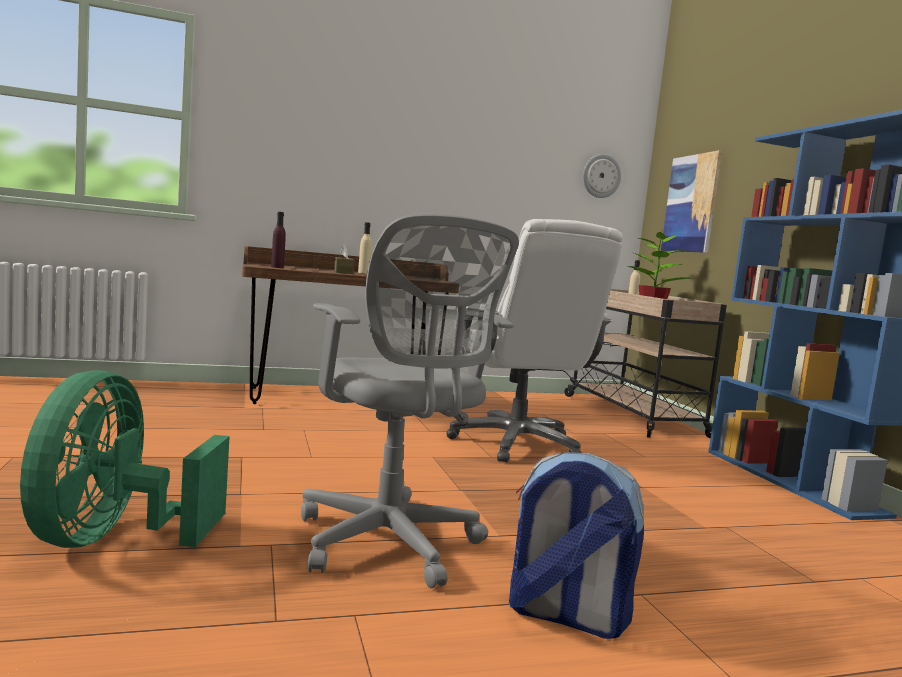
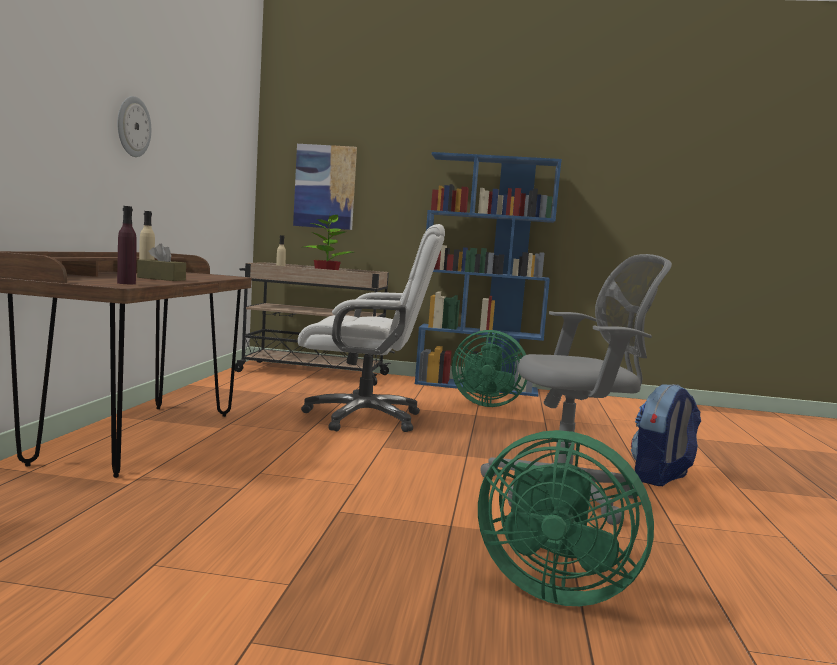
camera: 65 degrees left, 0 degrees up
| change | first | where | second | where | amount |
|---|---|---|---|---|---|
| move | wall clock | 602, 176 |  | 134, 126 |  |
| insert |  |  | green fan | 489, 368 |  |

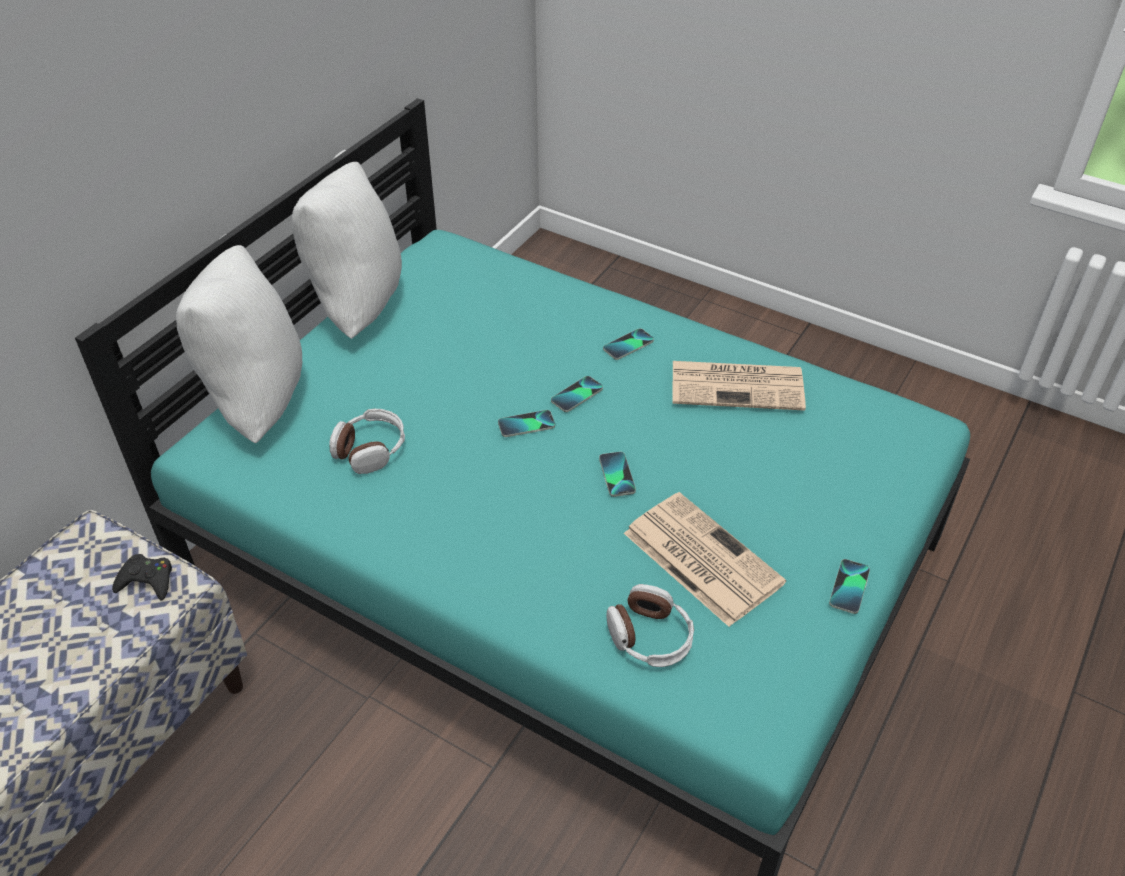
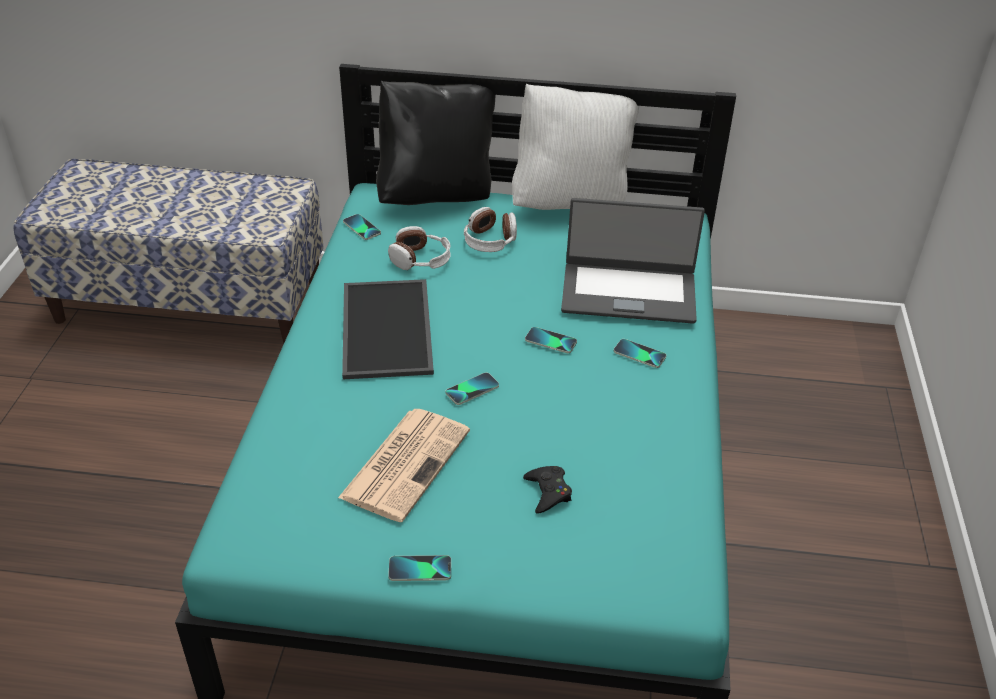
camera: 65 degrees right, 5 degrees down
| change | first | where | second | where | amount |
|---|---|---|---|---|---|
| insert |  |  | tray | 388, 329 |  |
| move | phone | 526, 423 |  | 362, 227 |  |
| recolor | white pillow | 239, 338 | black pillow | 436, 143 |  |
| move | headphones | 650, 625 |  | 490, 229 |  |
| move | black game controller | 142, 577 |  | 547, 489 |  |
| insert |  |  | laptop | 633, 261 |  |
| delete | newspaper | 739, 386 |  |  |  |

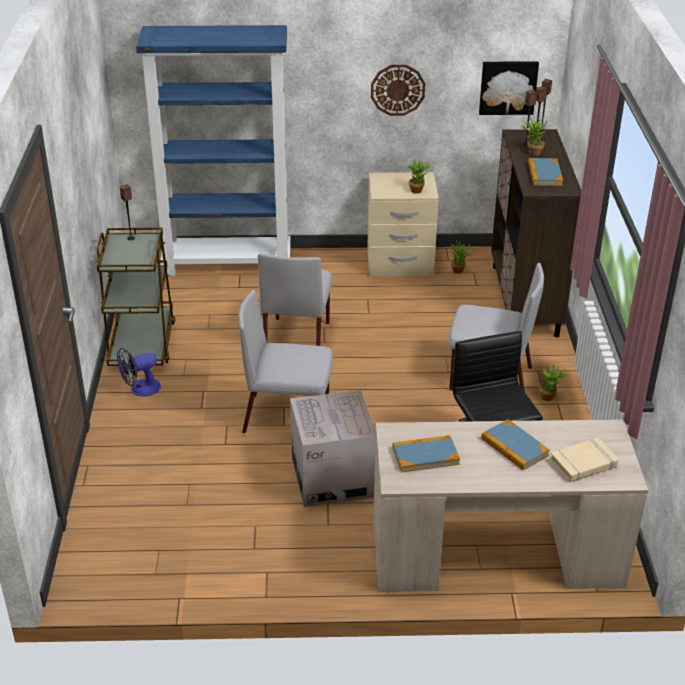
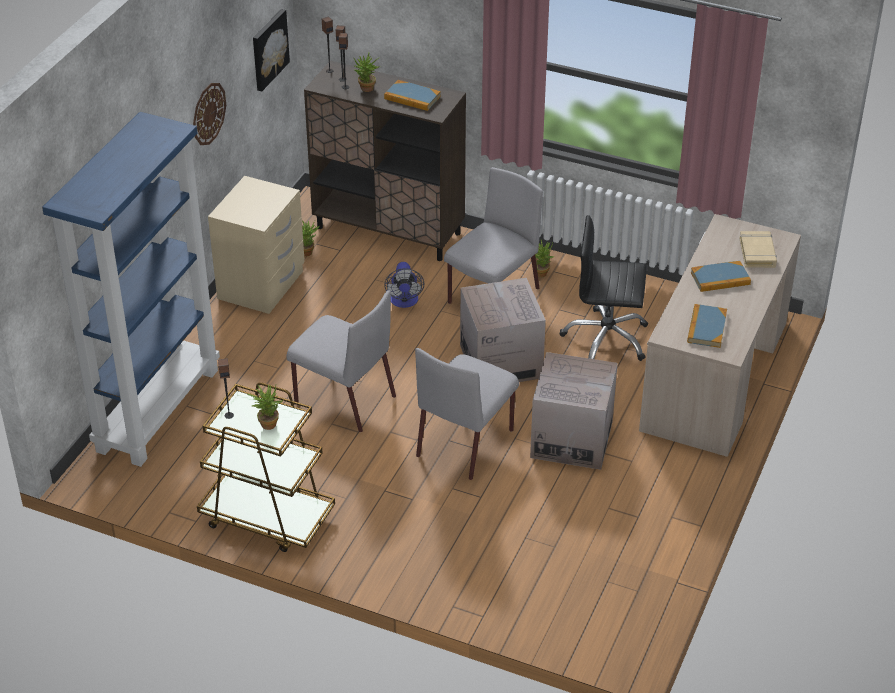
camera: 65 degrees left, 5 degrees up
| change | first | where | second | where | amount |
|---|---|---|---|---|---|
| move | potted plant | 419, 177 |  | 265, 407 |  |
| move | fan | 139, 372 |  | 404, 285 |  |
| insert |  |  | cardboard box | 503, 330 |  |

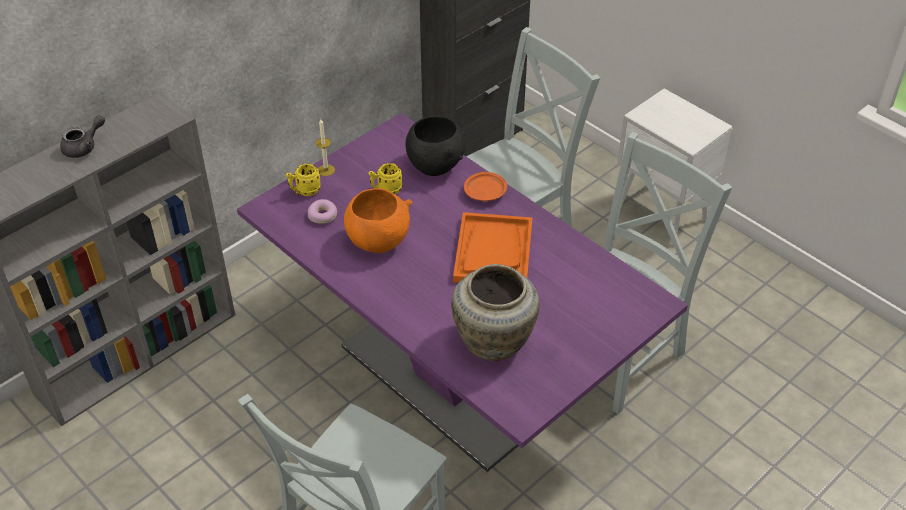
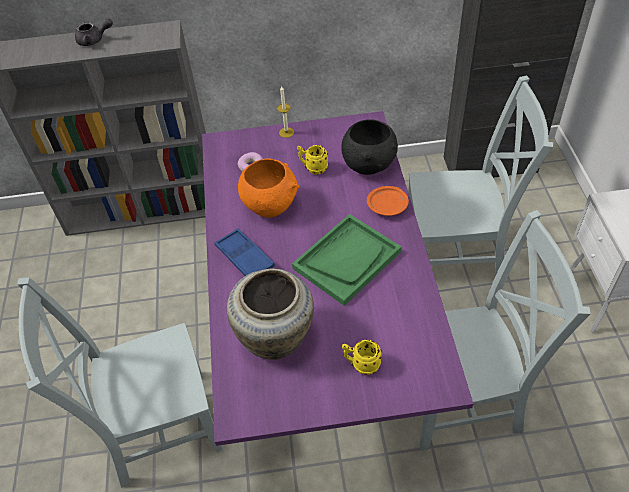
camera: 40 degrees right, 5 degrees up
| change | first | where | second | where | amount |
|---|---|---|---|---|---|
| insert |  |  | blue tray | 244, 252 |  |
| recolor | orange tray | 492, 247 | green tray | 346, 260 |  |
| move | yellow mug | 303, 180 |  | 362, 357 |  |

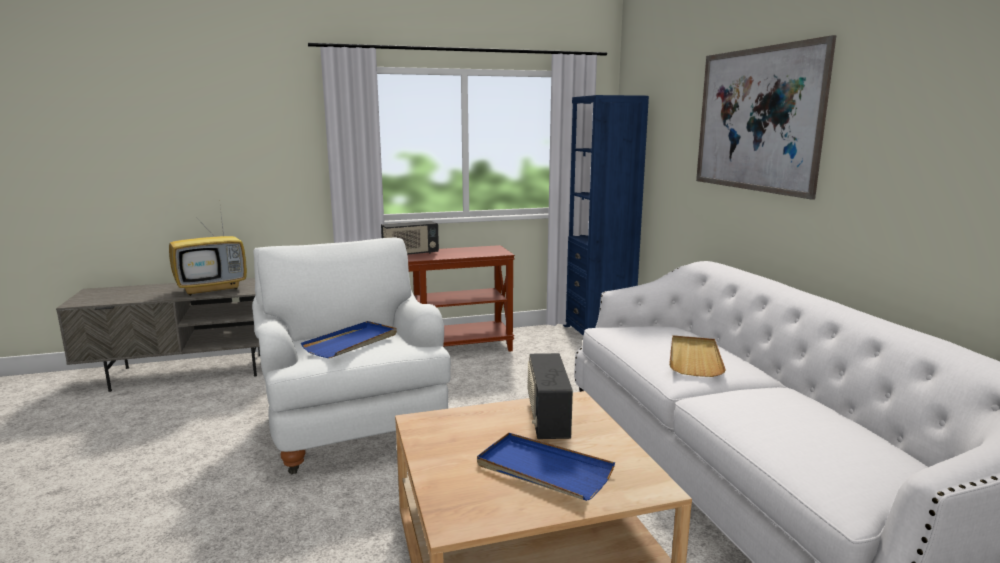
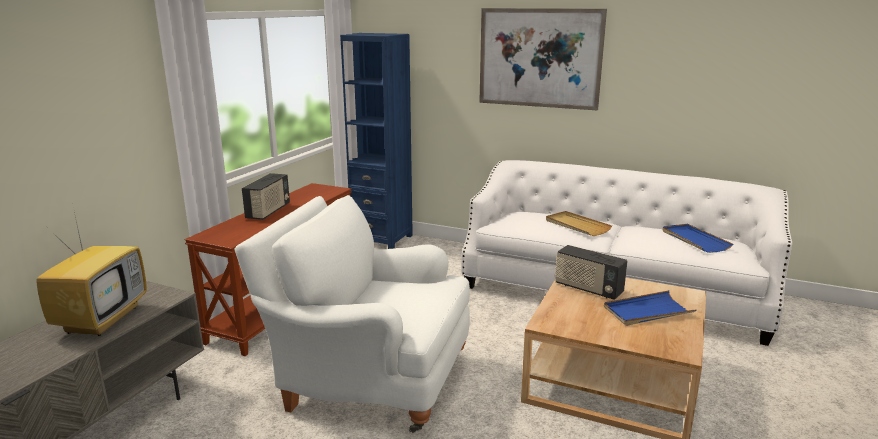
camera: 50 degrees left, 5 degrees up
| change | first | where | second | where | amount |
|---|---|---|---|---|---|
| move | blue tray | 349, 339 |  | 697, 238 |  |

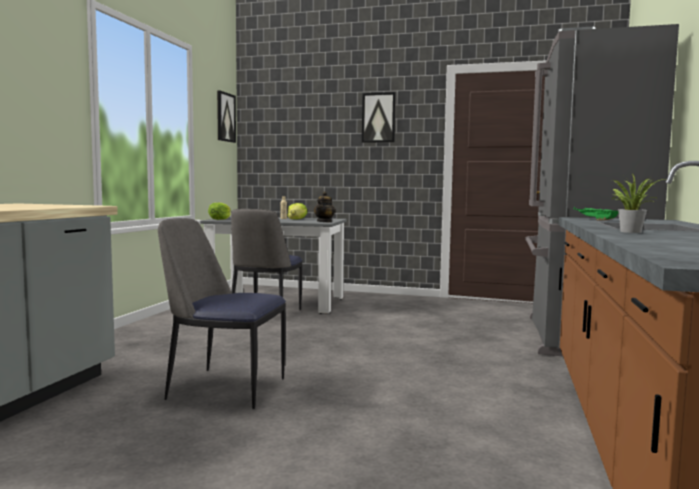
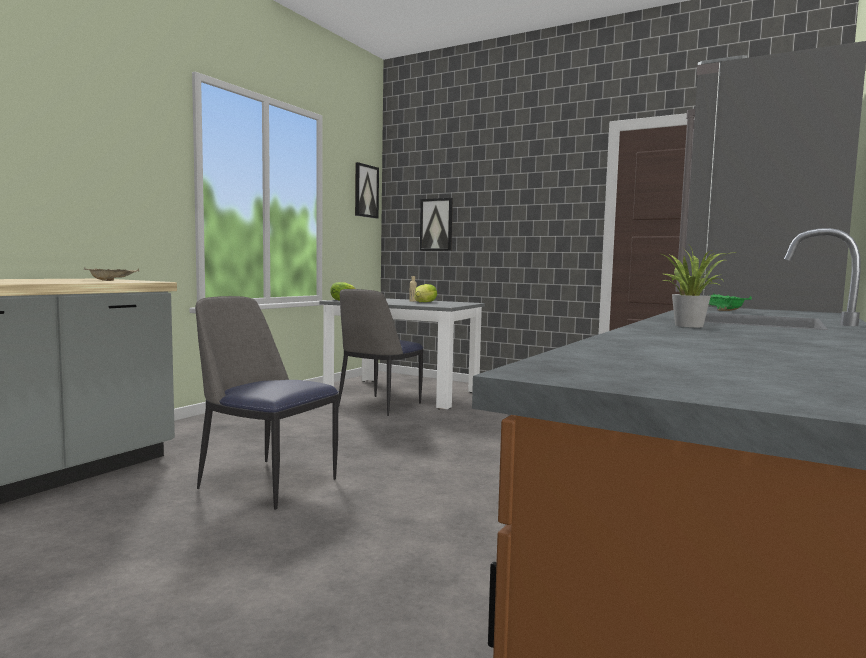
camera: 15 degrees right, 0 degrees up
| change | first | where | second | where | amount |
|---|---|---|---|---|---|
| insert |  |  | beige tray | 111, 274 |  |
| move | picture | 379, 117 |  | 436, 224 |  |
| delete | teapot | 324, 206 |  |  |  |

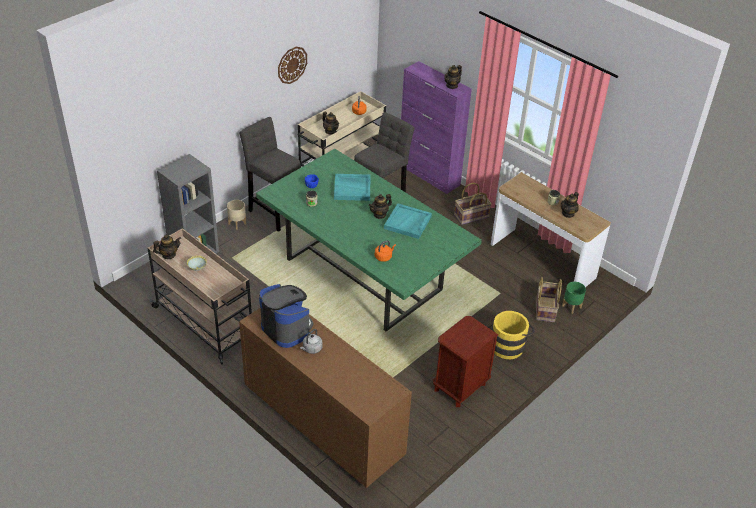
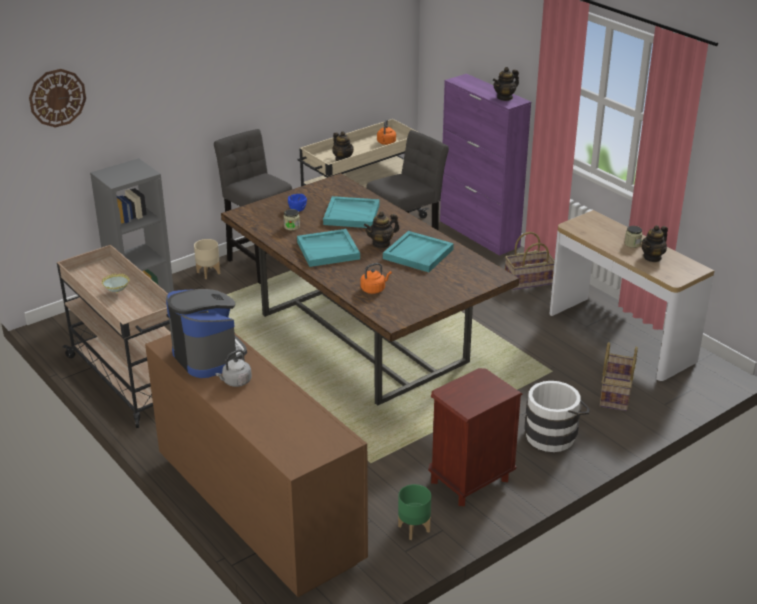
camera: 10 degrees right, 10 degrees down
| change | first | where | second | where | amount |
|---|---|---|---|---|---|
| move | wall clock | 292, 65 |  | 57, 98 |  |
| recolor | green dining table | 369, 240 | brown dining table | 370, 289 |  |
| insert |  |  | turquoise tray | 328, 248 |  |
| move | green planter | 574, 298 |  | 414, 512 |  |
| recolor | yellow bucket | 513, 335 | white bucket | 557, 416 |  |
| delete | teapot | 167, 247 |  |  |  |

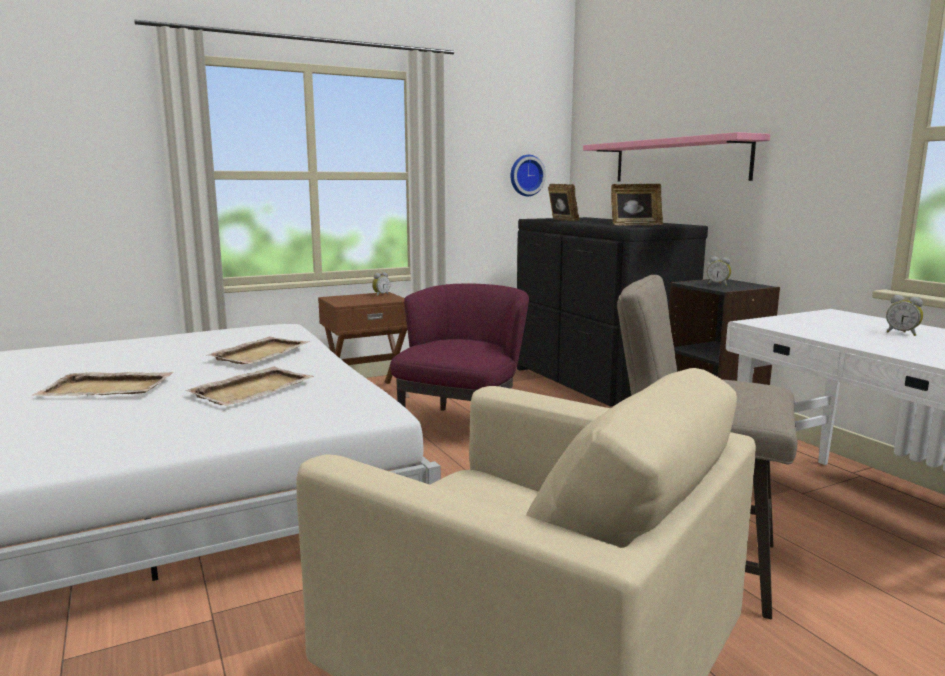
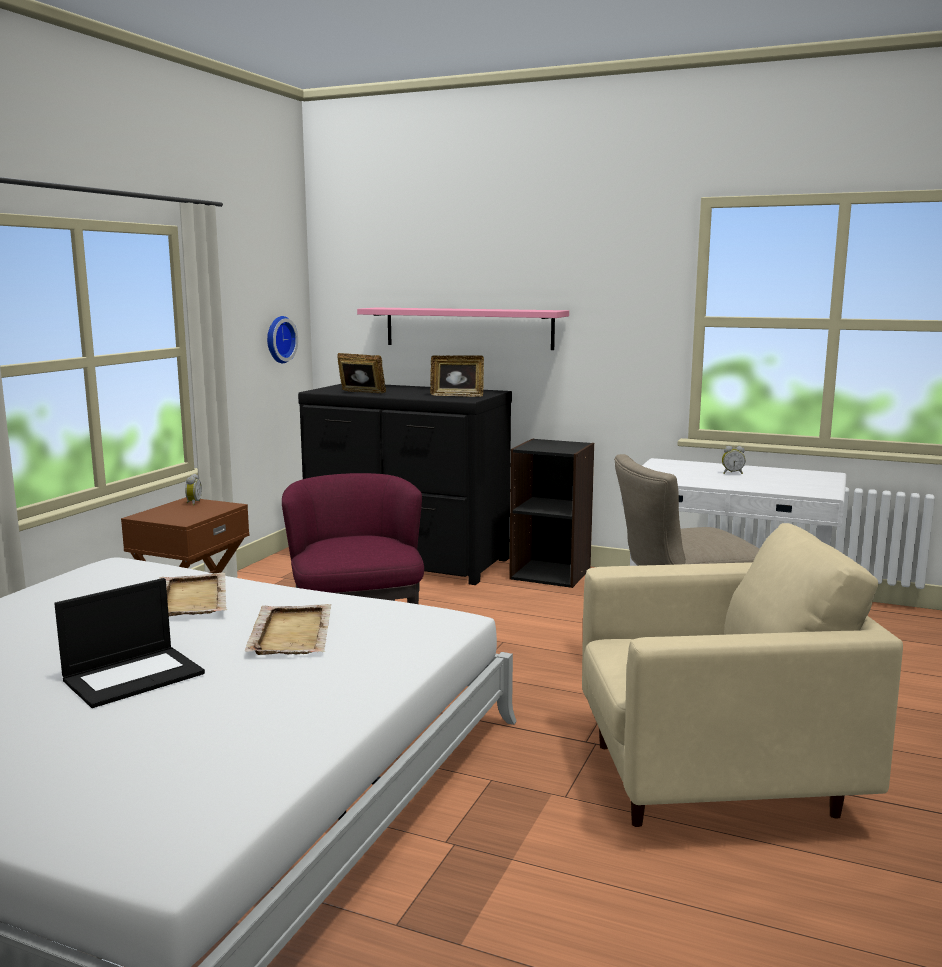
camera: 40 degrees left, 0 degrees up
| change | first | where | second | where | amount |
|---|---|---|---|---|---|
| replace | beige tray | 103, 384 | laptop | 129, 643 |  |
| rotate | picture frame | 637, 205 |  | 457, 376 | 60 degrees clockwise |
| delete | alarm clock | 719, 271 |  |  |  |

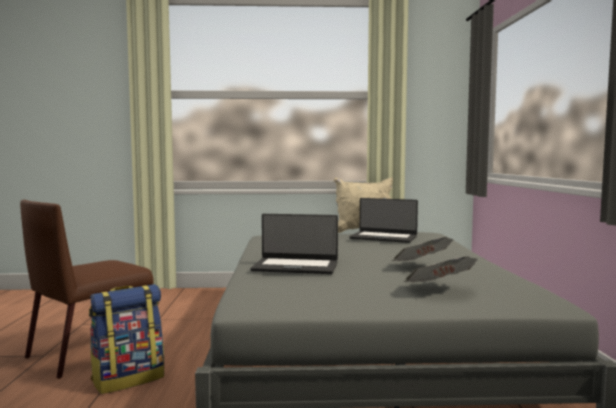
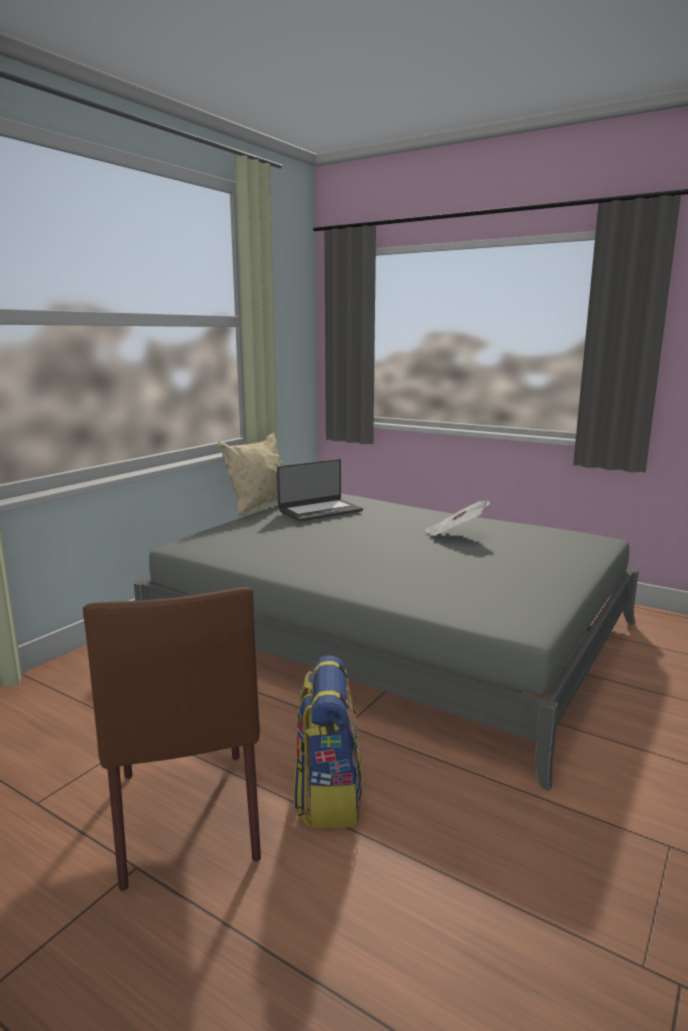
camera: 55 degrees left, 10 degrees up
| change | first | where | second | where | amount |
|---|---|---|---|---|---|
| delete | laptop | 294, 244 |  |  |  |
| delete | newspaper | 441, 269 |  |  |  |

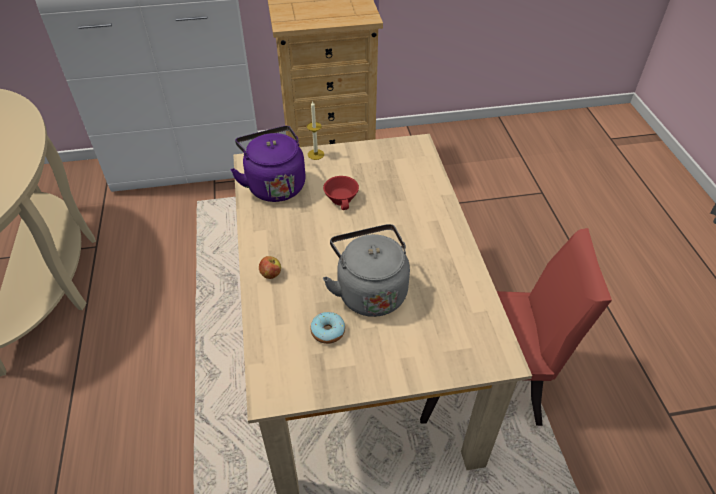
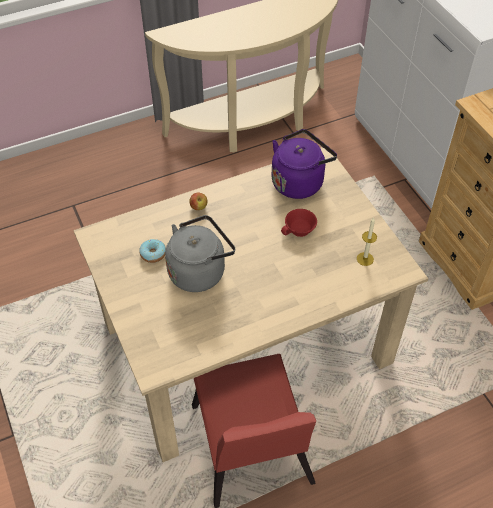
camera: 75 degrees right, 5 degrees up
| change | first | where | second | where | amount |
|---|---|---|---|---|---|
| move | candle | 315, 130 |  | 367, 241 |  |

